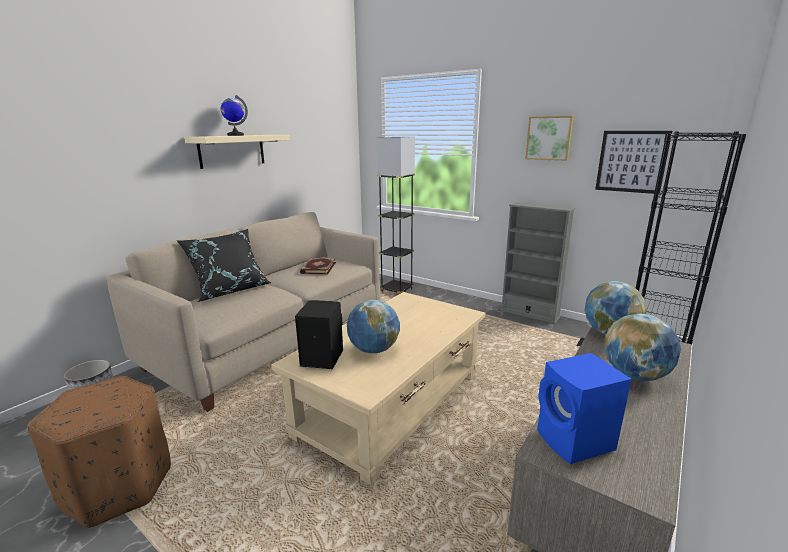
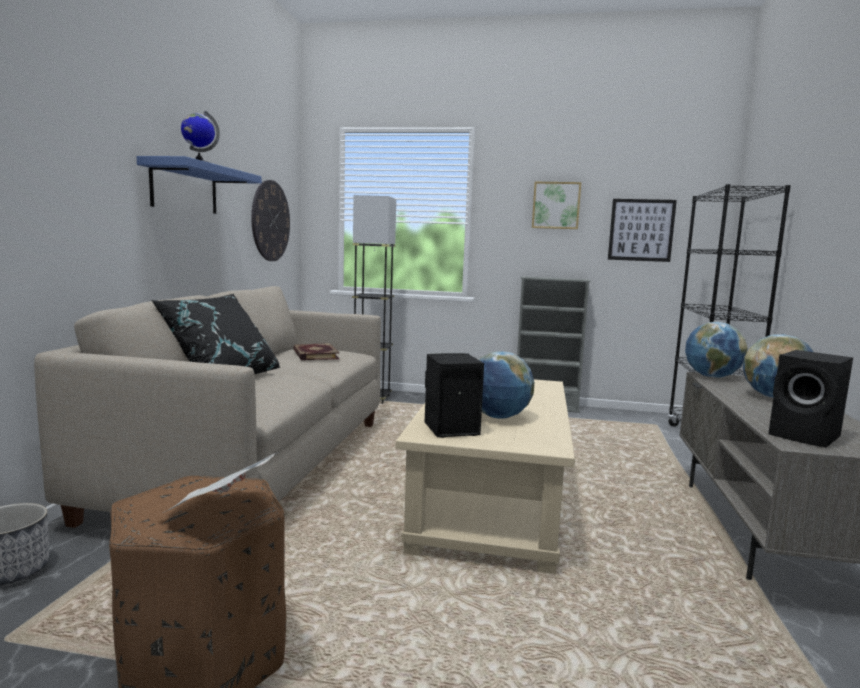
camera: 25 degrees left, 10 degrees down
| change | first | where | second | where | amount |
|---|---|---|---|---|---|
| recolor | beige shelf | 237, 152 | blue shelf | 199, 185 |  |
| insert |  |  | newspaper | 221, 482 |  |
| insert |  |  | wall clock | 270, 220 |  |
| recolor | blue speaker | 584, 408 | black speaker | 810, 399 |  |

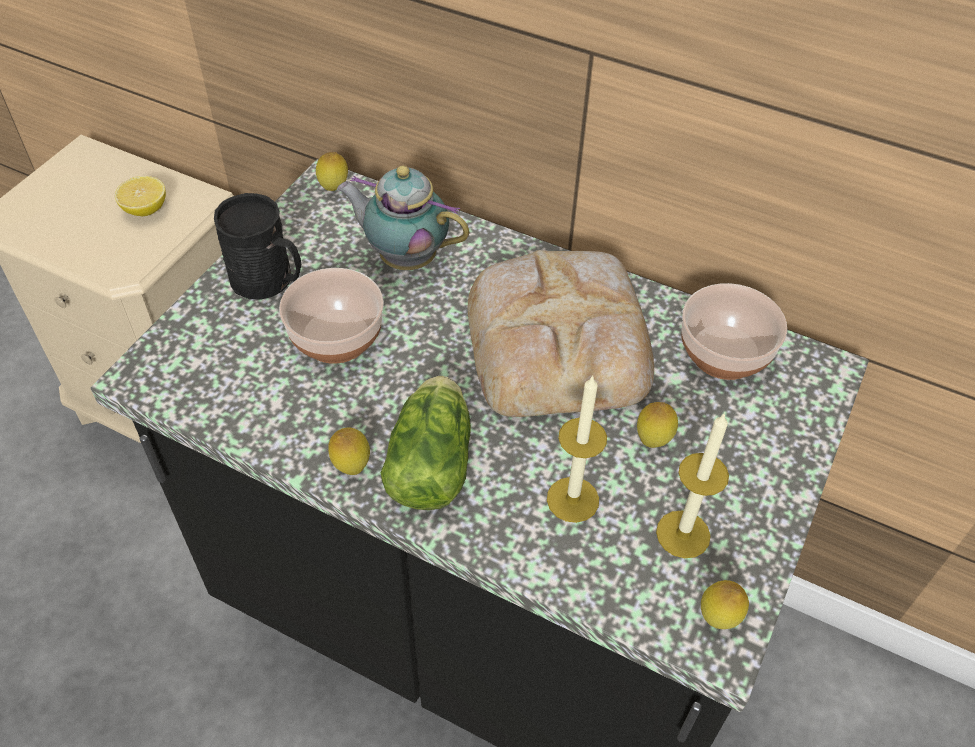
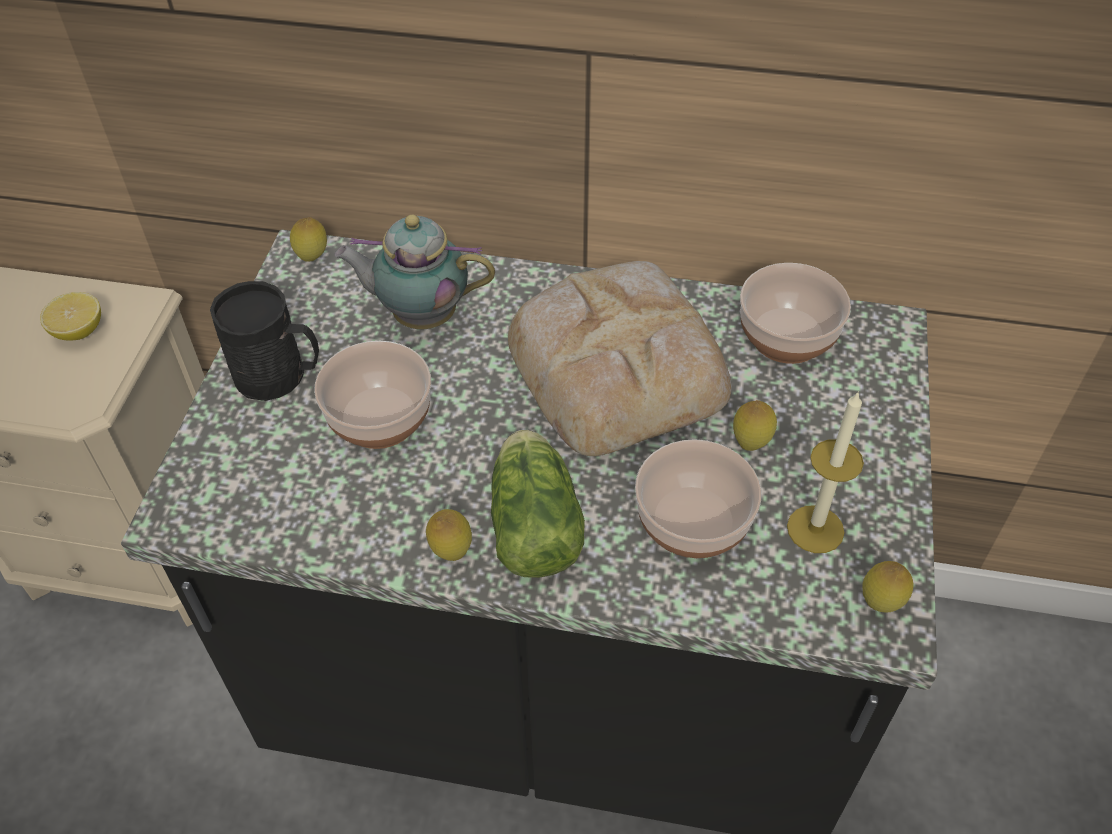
camera: 15 degrees left, 0 degrees up
| change | first | where | second | where | amount |
|---|---|---|---|---|---|
| replace | candle | 577, 449 | bowl | 698, 498 |  |

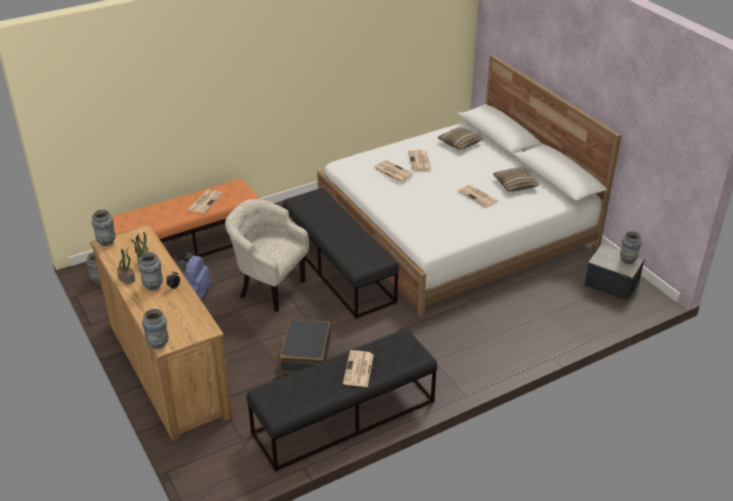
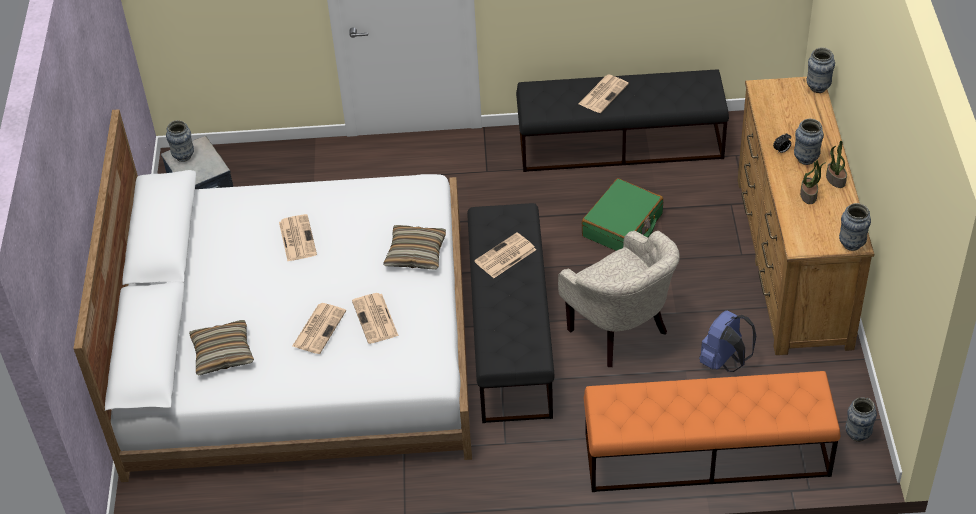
camera: 150 degrees left, 10 degrees up
| change | first | where | second | where | amount |
|---|---|---|---|---|---|
| move | pillow | 516, 180 |  | 414, 247 |  |
| move | newspaper | 205, 202 |  | 505, 255 |  |
| recolor | black suitcase | 305, 345 | green suitcase | 622, 214 |  |

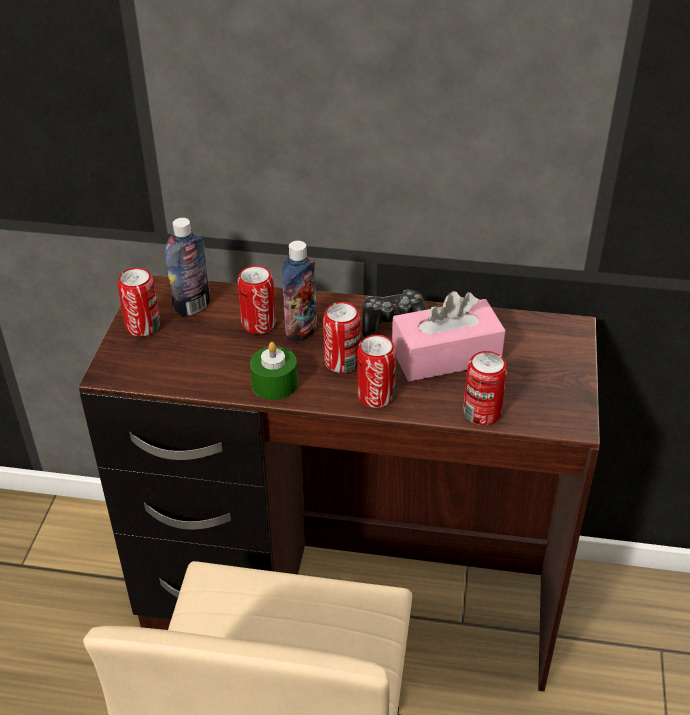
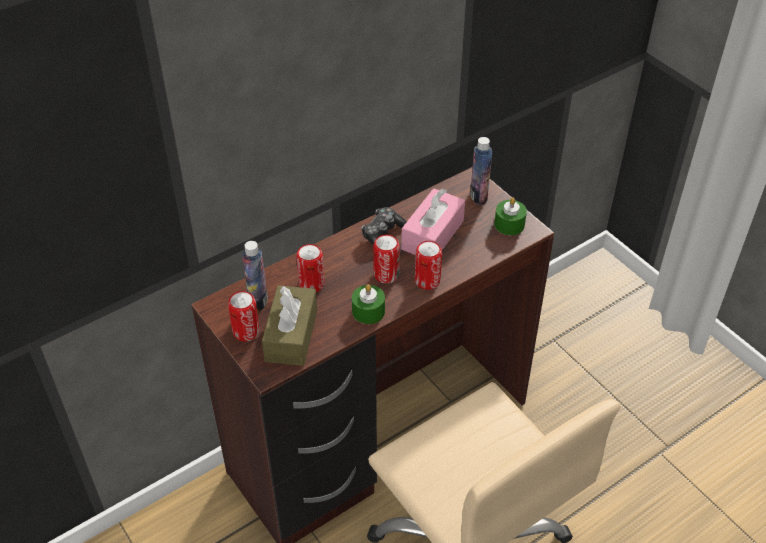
camera: 45 degrees left, 5 degrees up
| change | first | where | second | where | amount |
|---|---|---|---|---|---|
| insert |  |  | brown tissue box | 289, 325 |  |
| move | bottle | 299, 292 |  | 481, 171 |  |
| insert |  |  | green candle | 510, 216 |  |
| delete | can | 485, 388 |  |  |  |

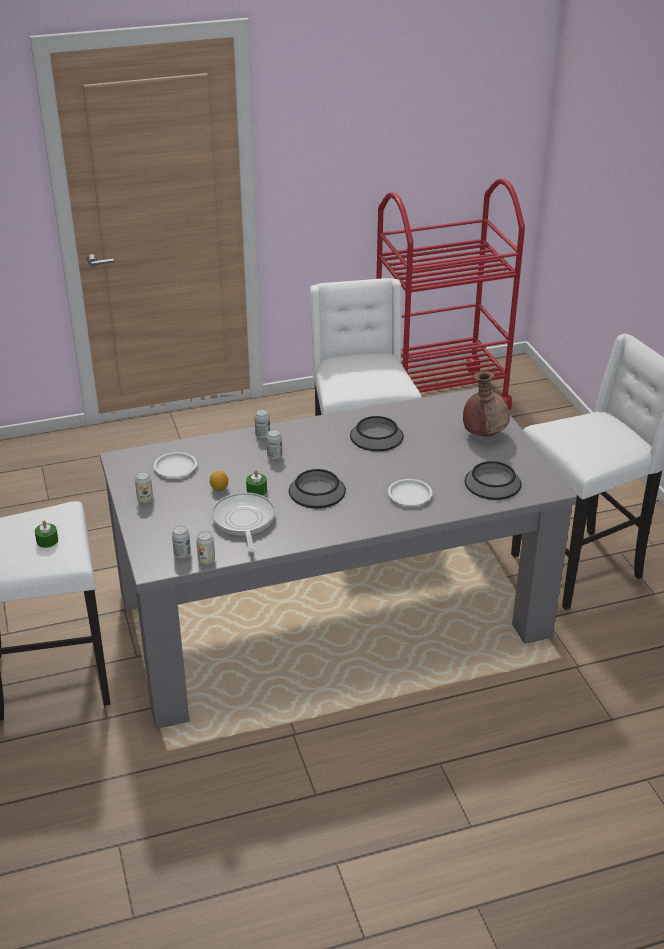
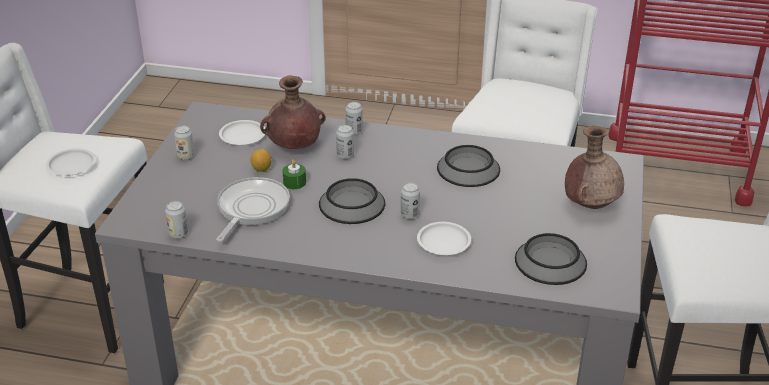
camera: 30 degrees right, 0 degrees up
| change | first | where | second | where | amount |
|---|---|---|---|---|---|
| replace | green candle | 46, 534 | white plate | 71, 162 |  |
| insert |  |  | brown vase | 293, 112 |  |
| move | can | 181, 542 |  | 410, 200 |  |

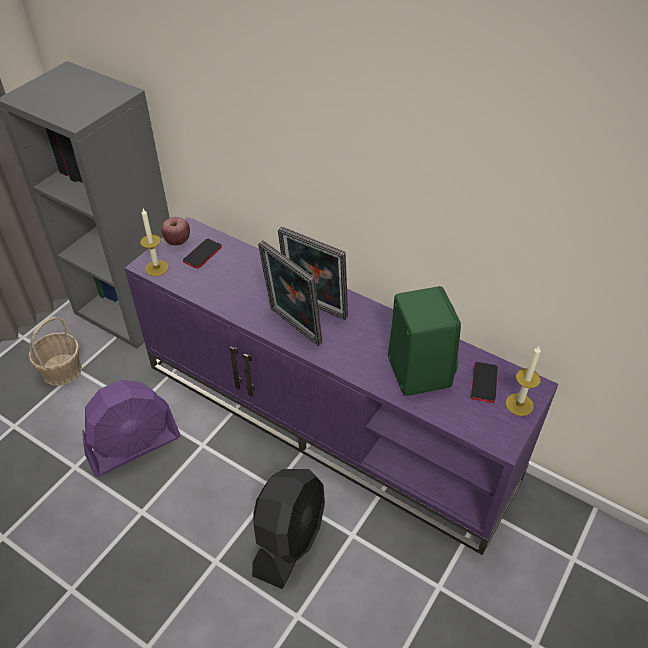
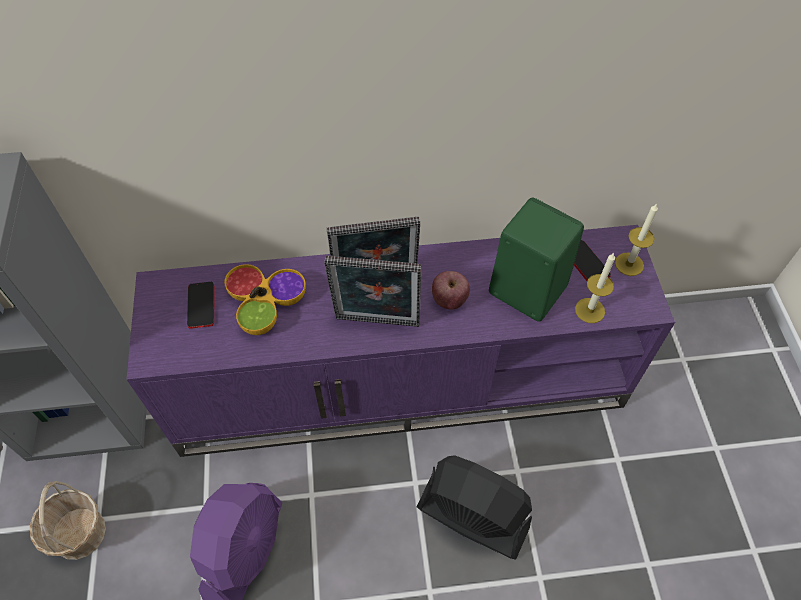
camera: 40 degrees left, 10 degrees up
| change | first | where | second | where | amount |
|---|---|---|---|---|---|
| insert |  |  | bowl | 265, 299 |  |
| rotate | black fan | 288, 529 |  | 474, 507 | 45 degrees counterclockwise |
| move | apple | 175, 231 |  | 451, 290 |  |
| move | candle | 154, 242 |  | 595, 287 |  |

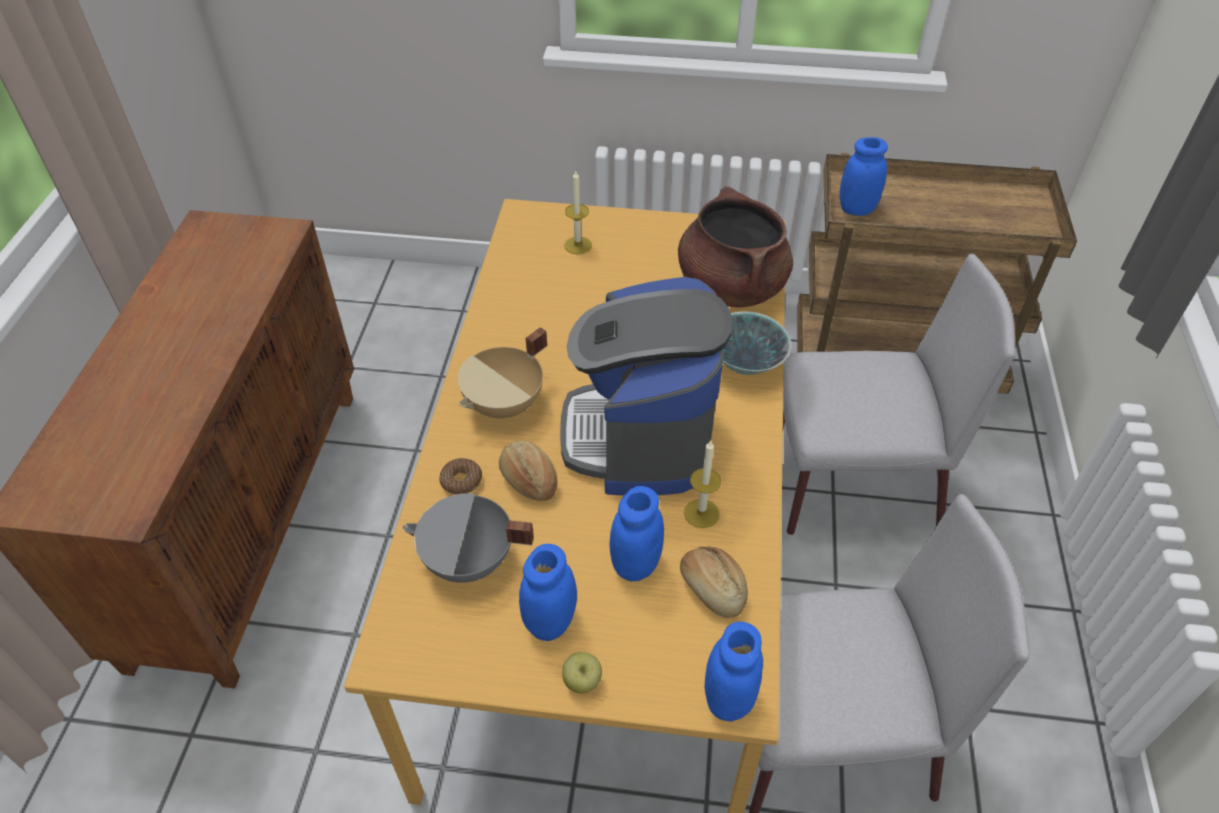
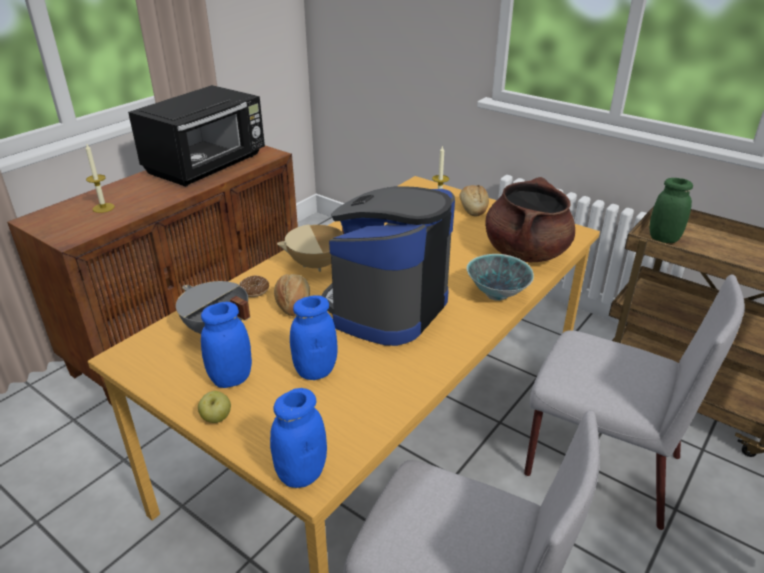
camera: 30 degrees right, 15 degrees down
| change | first | where | second | where | amount |
|---|---|---|---|---|---|
| move | candle | 702, 484 |  | 100, 178 |  |
| insert |  |  | black microwave | 196, 136 |  |
| move | bread | 714, 582 |  | 474, 201 |  |
| recolor | blue jar | 864, 176 | green jar | 671, 210 |  |

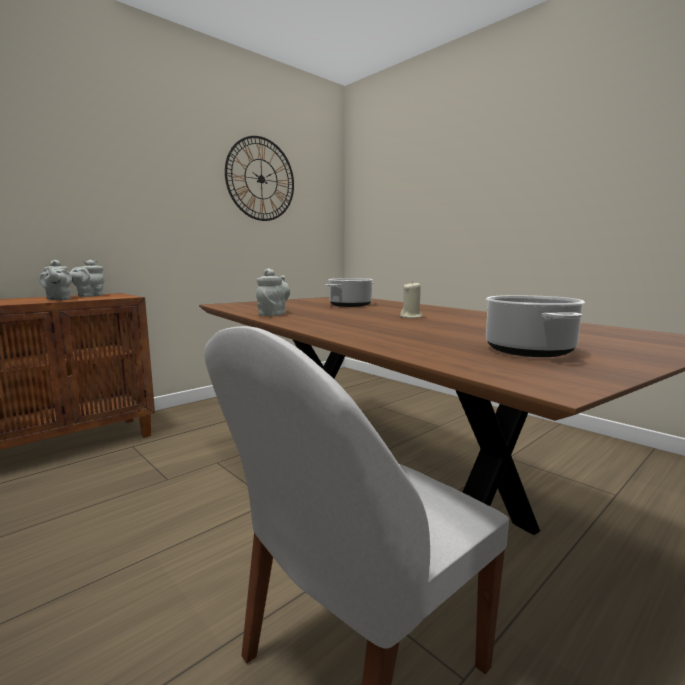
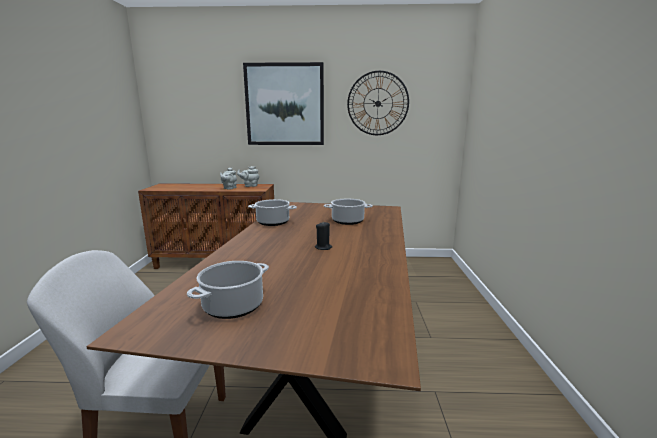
camera: 45 degrees right, 5 degrees up
| change | first | where | second | where | amount |
|---|---|---|---|---|---|
| insert |  |  | picture | 283, 103 |  |
| replace | grey teapot | 273, 292 | cooking pot | 272, 212 |  |
| recolor | beige candle | 411, 299 | black candle | 323, 235 |  |

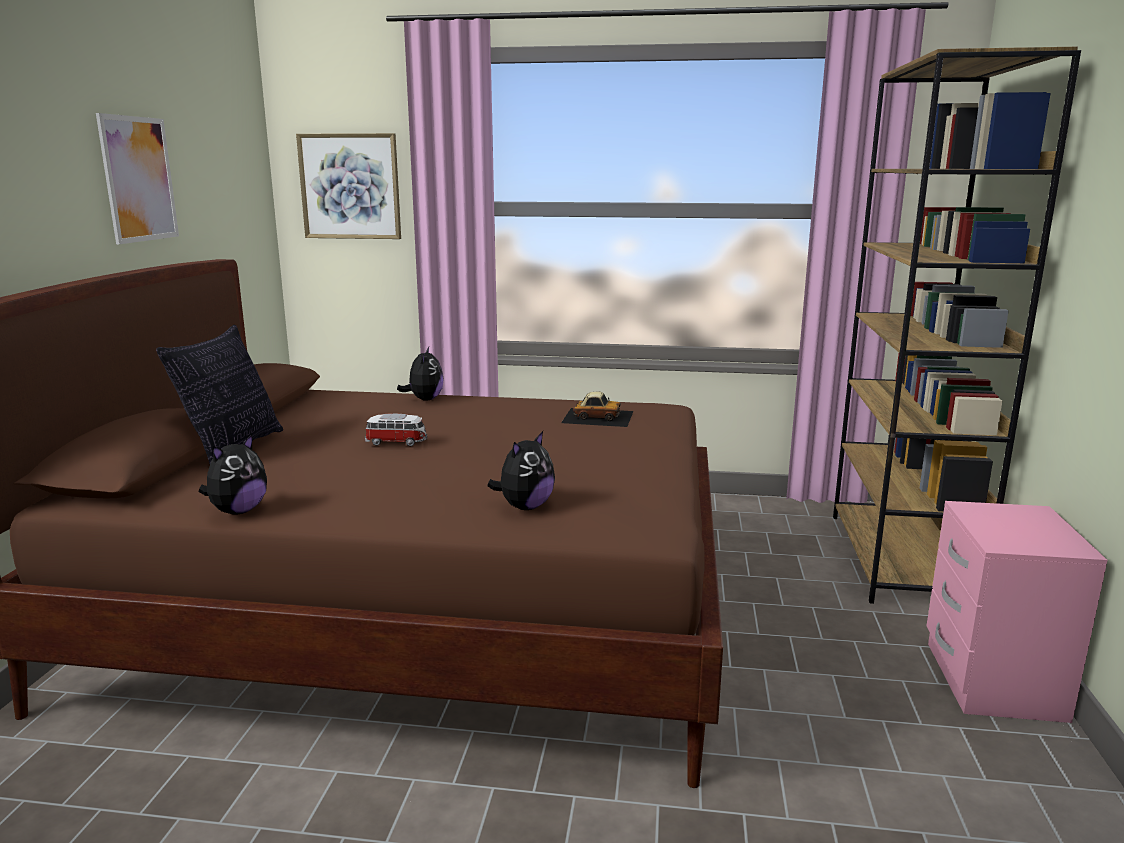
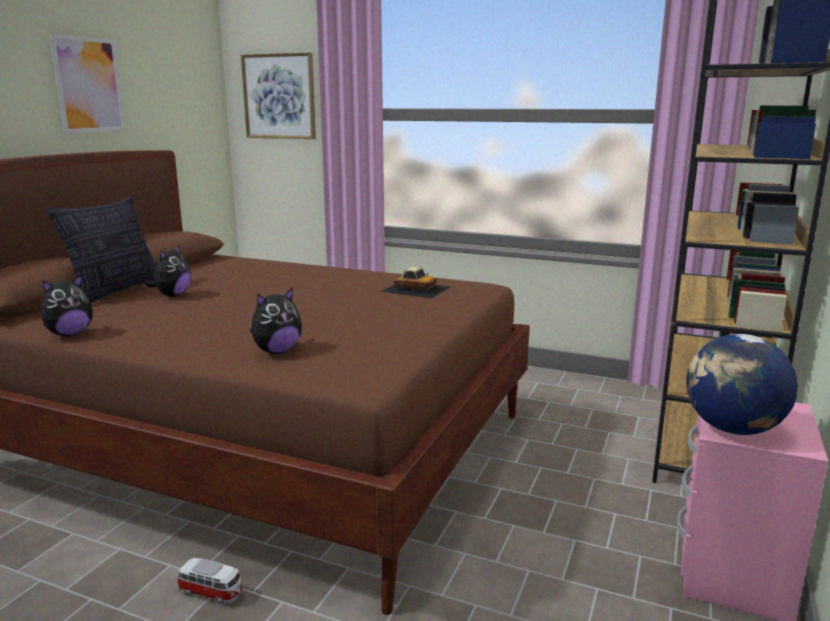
camera: 15 degrees right, 0 degrees up
| change | first | where | second | where | amount |
|---|---|---|---|---|---|
| move | plush toy | 420, 374 |  | 168, 270 |  |
| move | toy car | 396, 430 |  | 210, 581 |  |
| insert |  |  | globe | 742, 384 |  |

